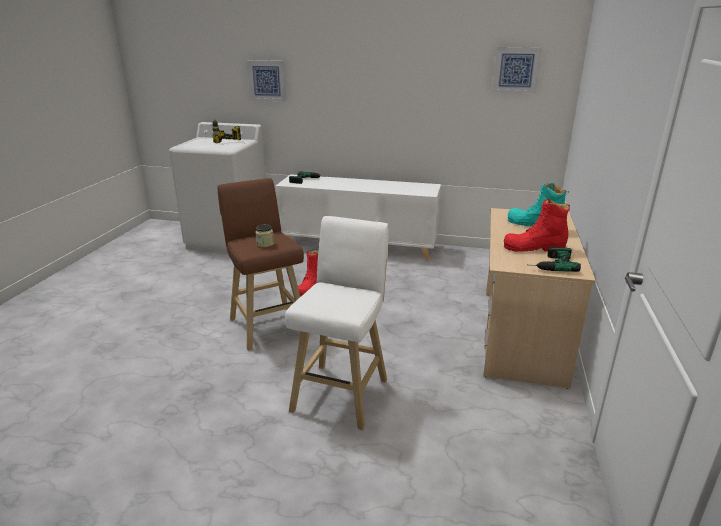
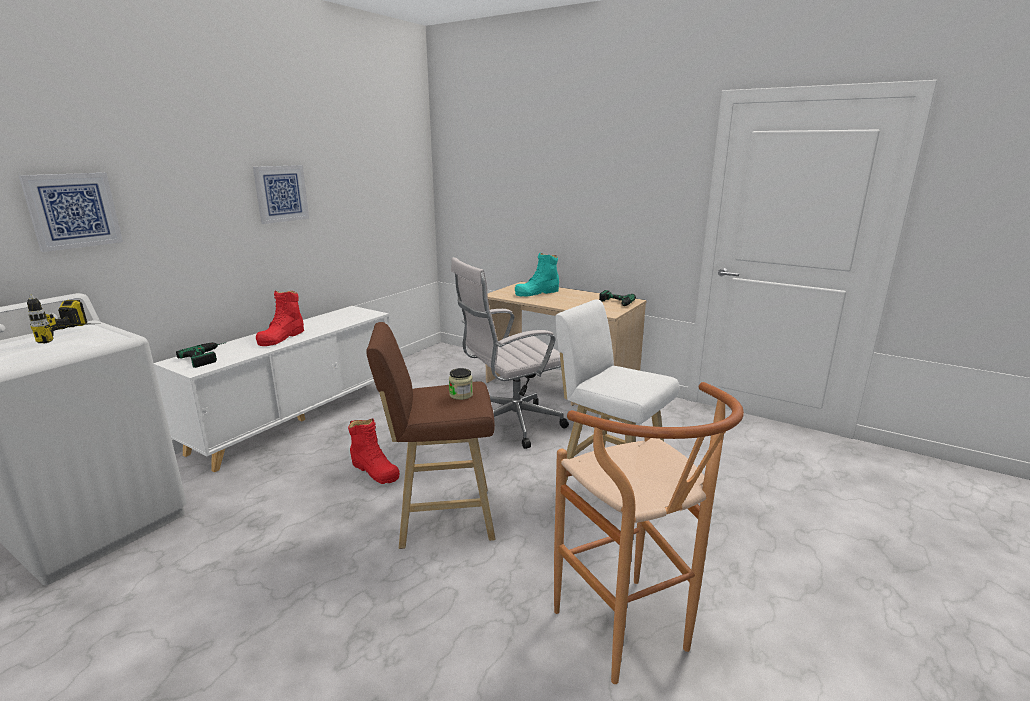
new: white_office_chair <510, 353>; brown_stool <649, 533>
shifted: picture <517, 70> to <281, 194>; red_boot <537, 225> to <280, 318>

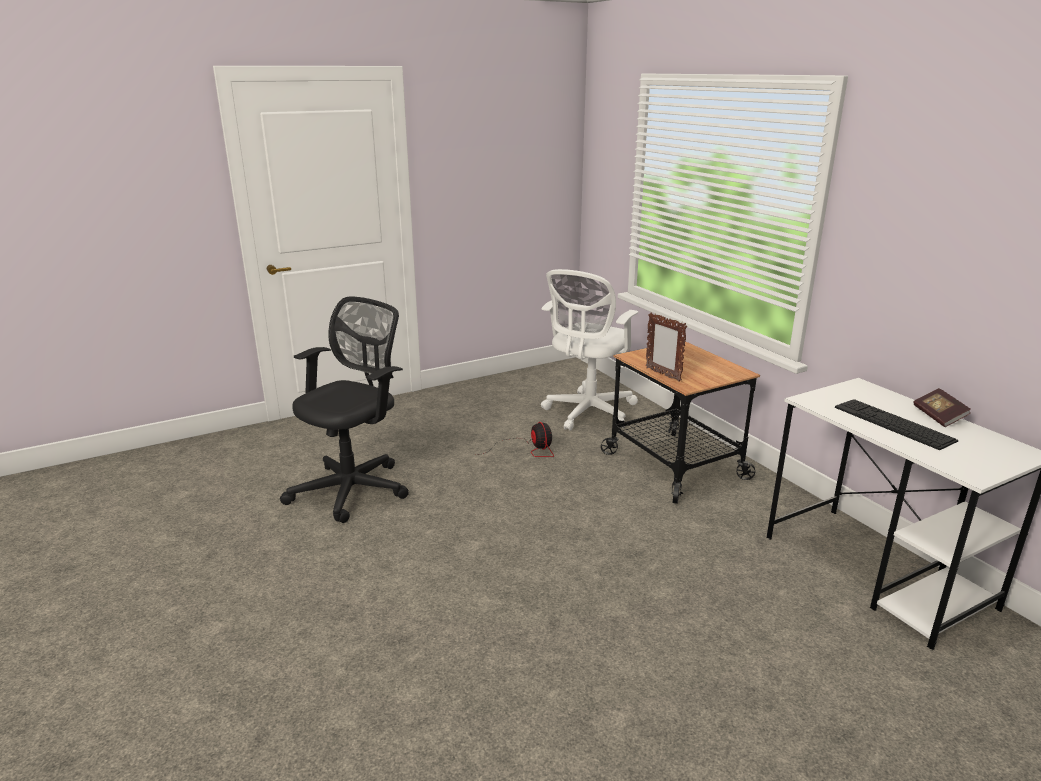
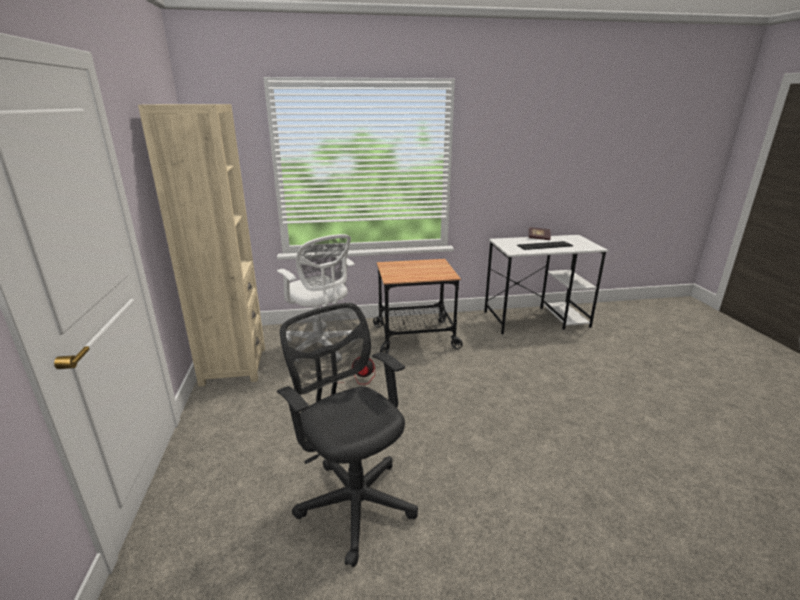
gone: picture_frame <666, 347>
new: beige_bookcase <201, 245>

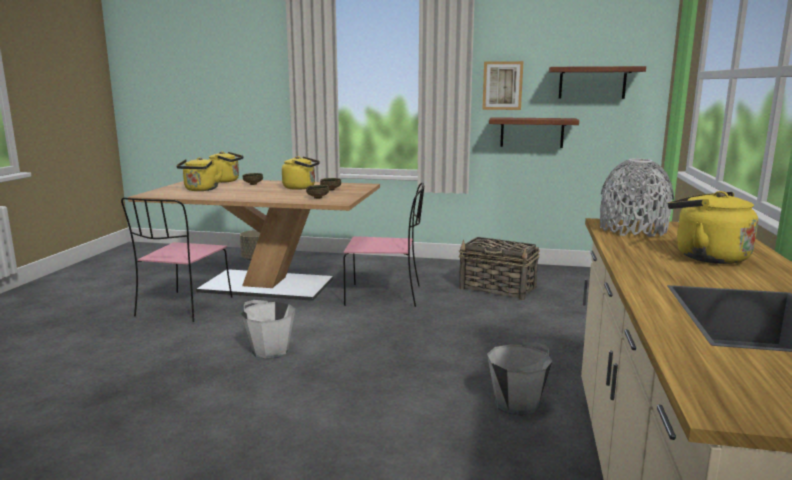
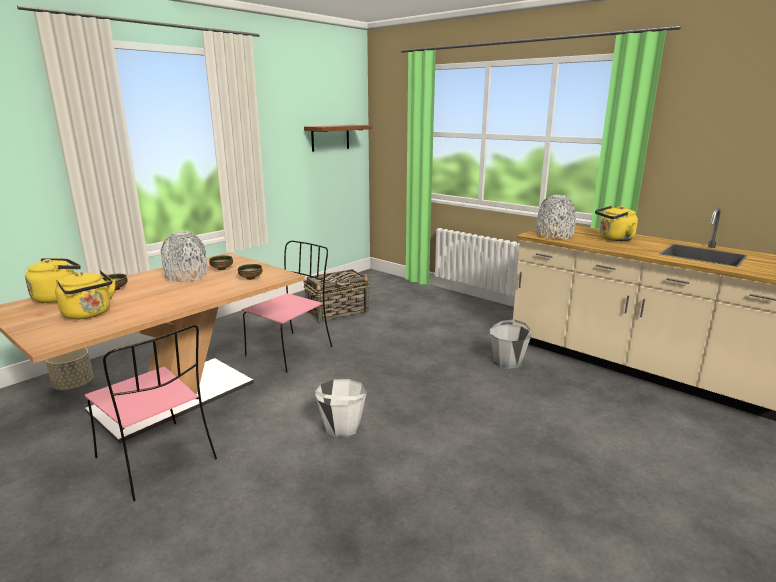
gone: picture <503, 85>; shelf <534, 132>
swapped: yellow_kettle <301, 173> to grey_vase <184, 256>

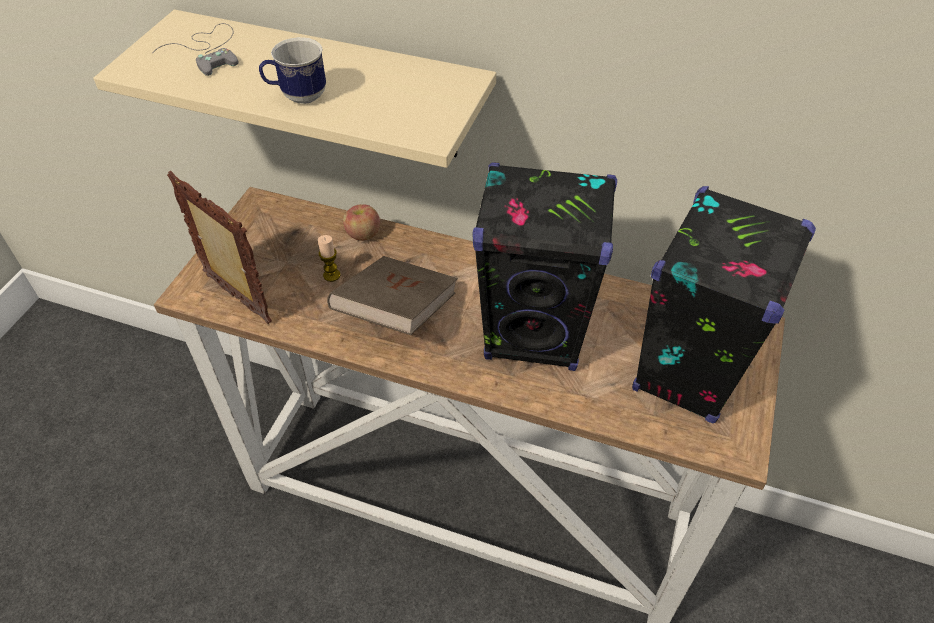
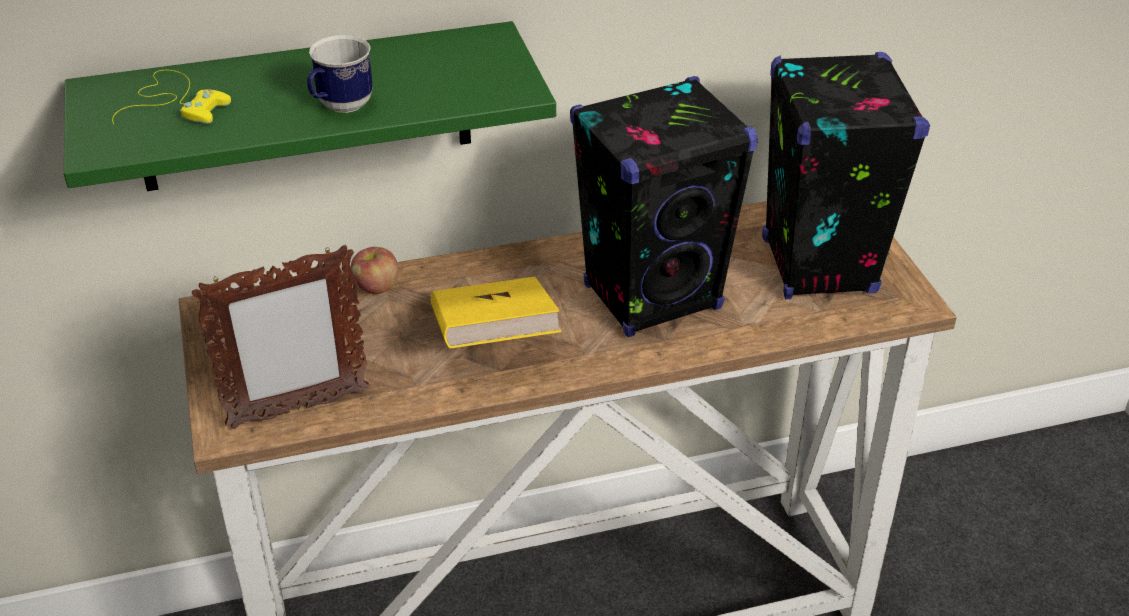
gone: candle <329, 258>
repainted: beige_shelf <295, 89> to green_shelf <310, 106>; grey_game_controller <195, 49> to yellow_game_controller <171, 97>; brown_book <392, 295> to yellow_book <496, 313>
rotated: picture_frame <219, 247> = <280, 337> 150 degrees clockwise

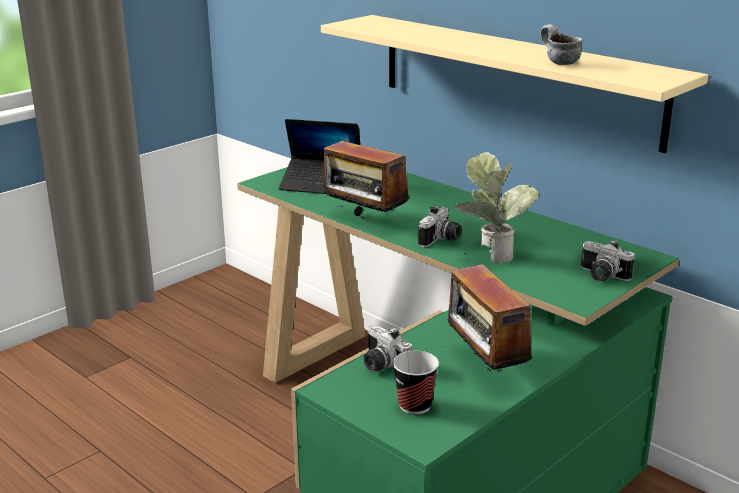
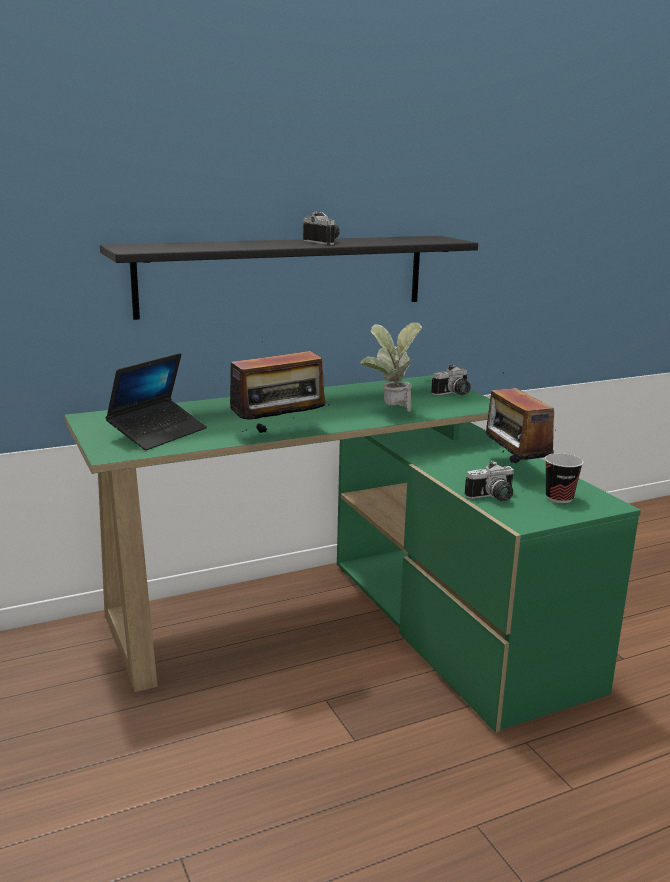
gone: mug <561, 45>
shifted: photo_camera <440, 226> to <321, 228>
repainted: beige_shelf <515, 84> to black_shelf <289, 278>
rotated: radio <490, 312> = <521, 417> 75 degrees clockwise

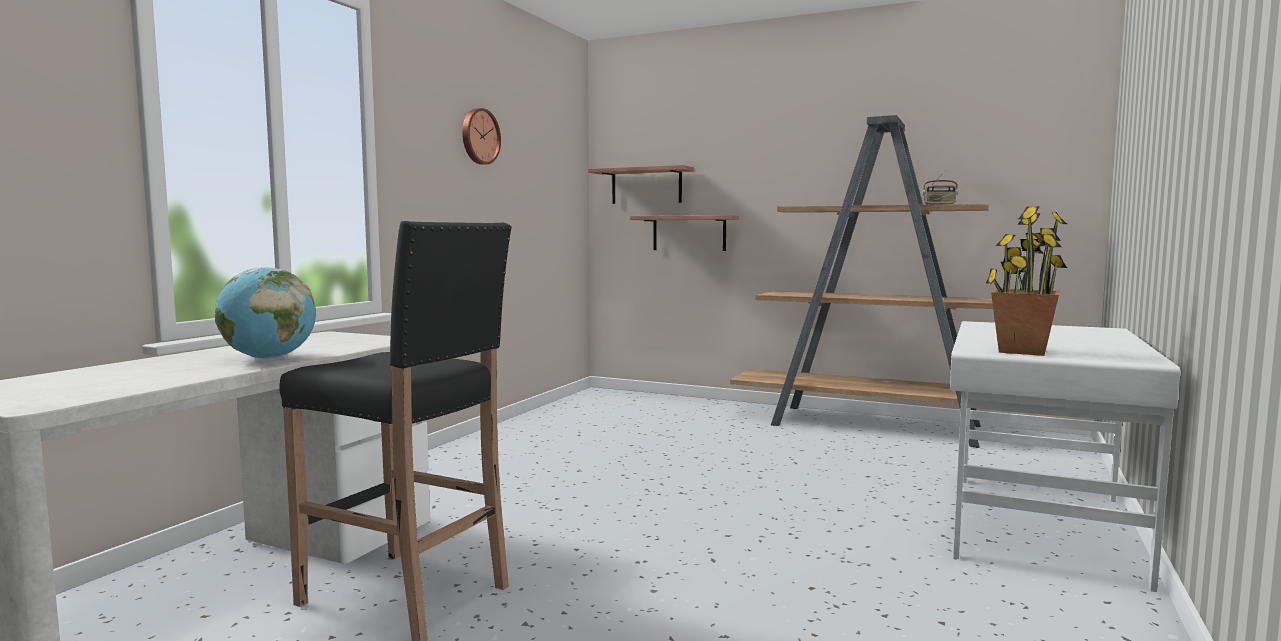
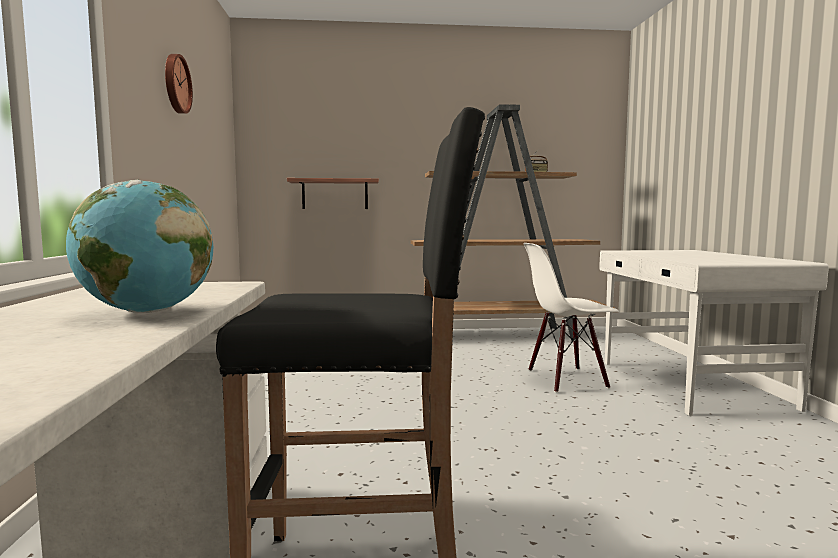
gone: shelf <641, 184>; potted_plant <1026, 281>
new: white_chair <571, 318>

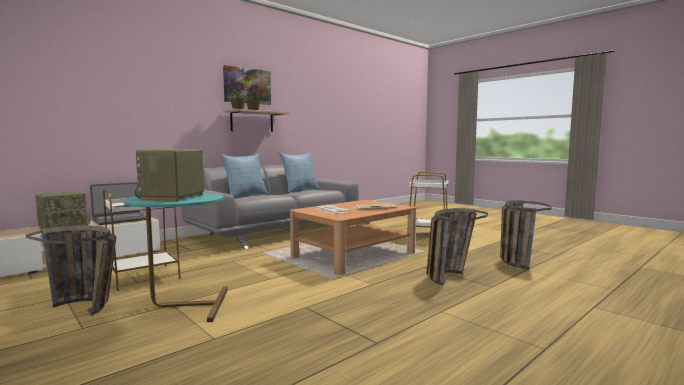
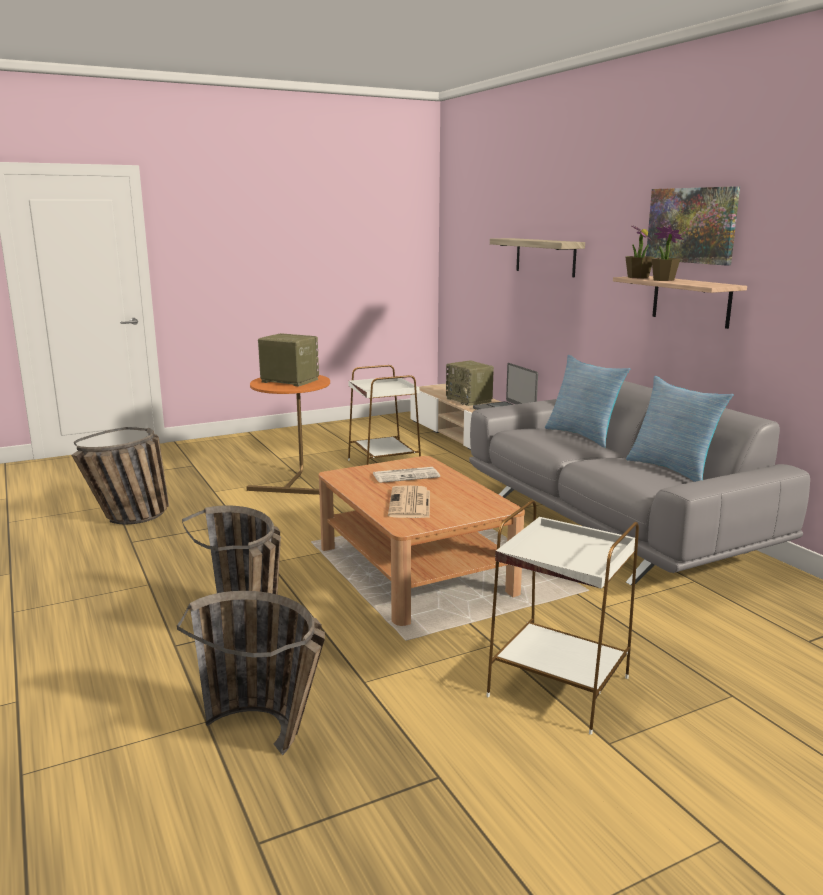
new: shelf <537, 257>
shifted: basket <71, 270> to <120, 475>
repainted: turquoise_side_table <175, 257> to orange_side_table <288, 435>

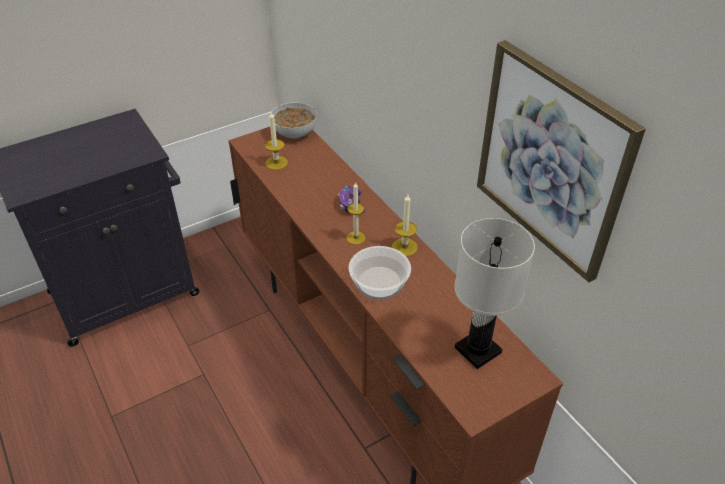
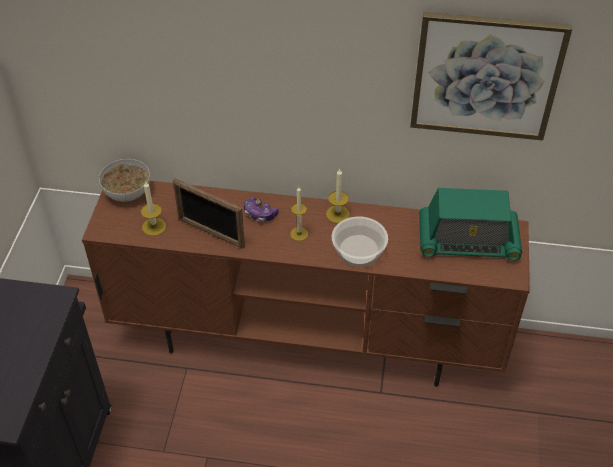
new: picture_frame <209, 213>
swapped: white_table_lamp <494, 293> to radio <470, 224>

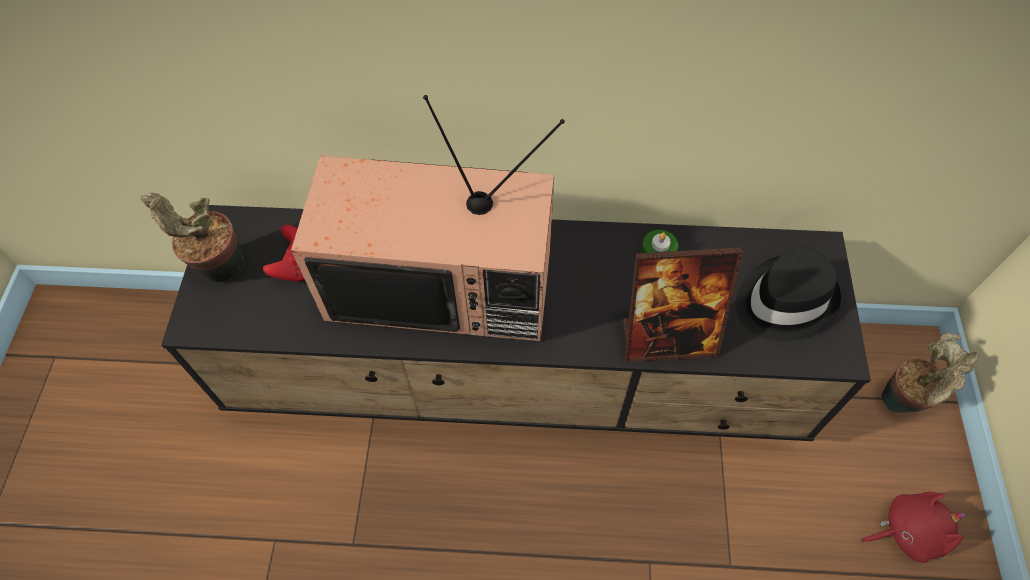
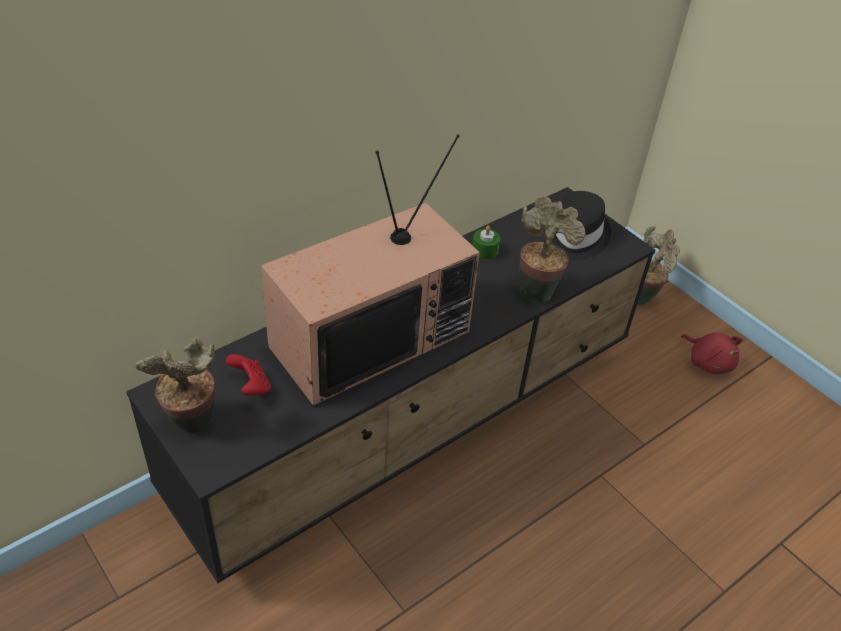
swapped: picture_frame <683, 304> to potted_plant <553, 249>
rotated: red_plush_toy <913, 527> = <712, 353> 105 degrees clockwise

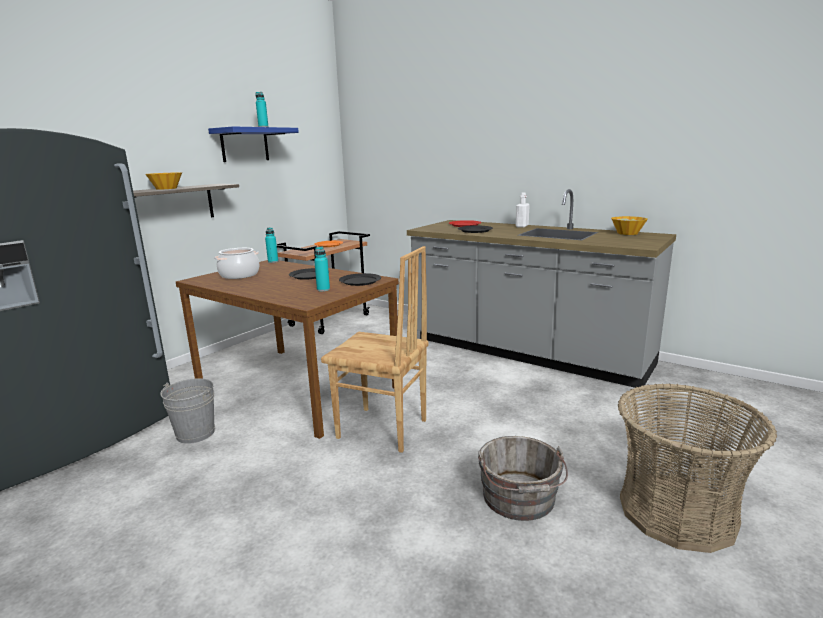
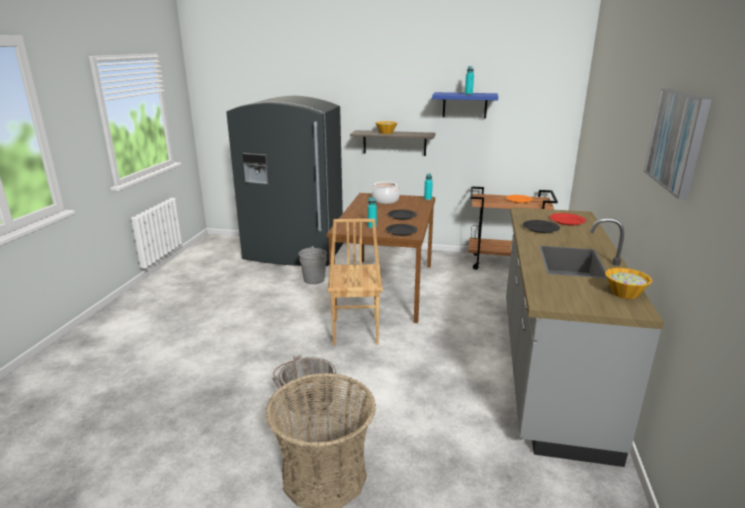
gone: white_bottle <523, 210>
new: picture <678, 144>

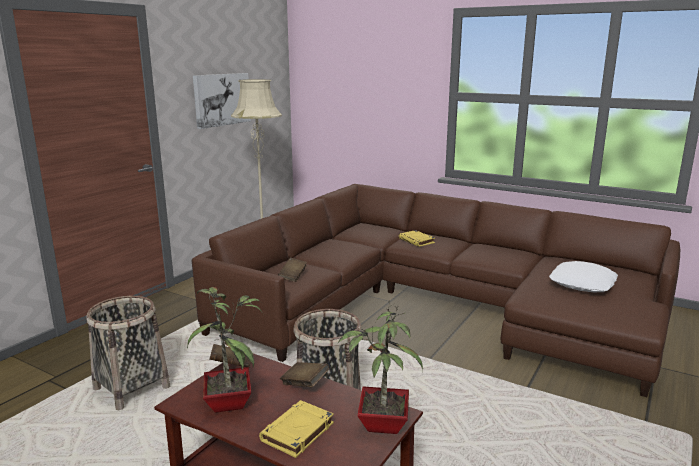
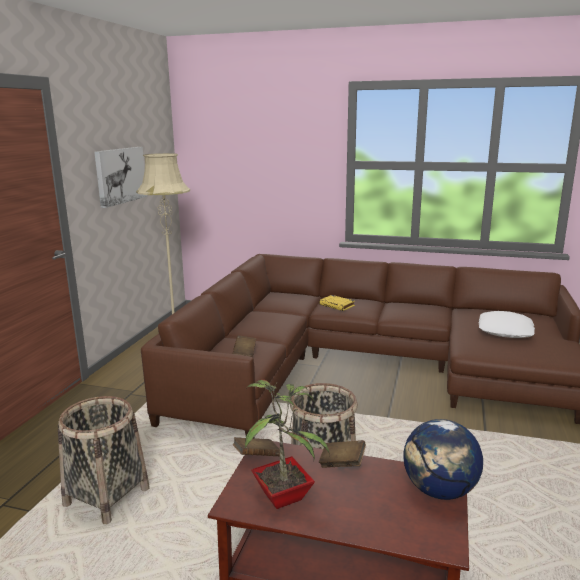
gone: yellow_book <296, 429>
swapped: potted_plant <380, 367> to globe <443, 459>

